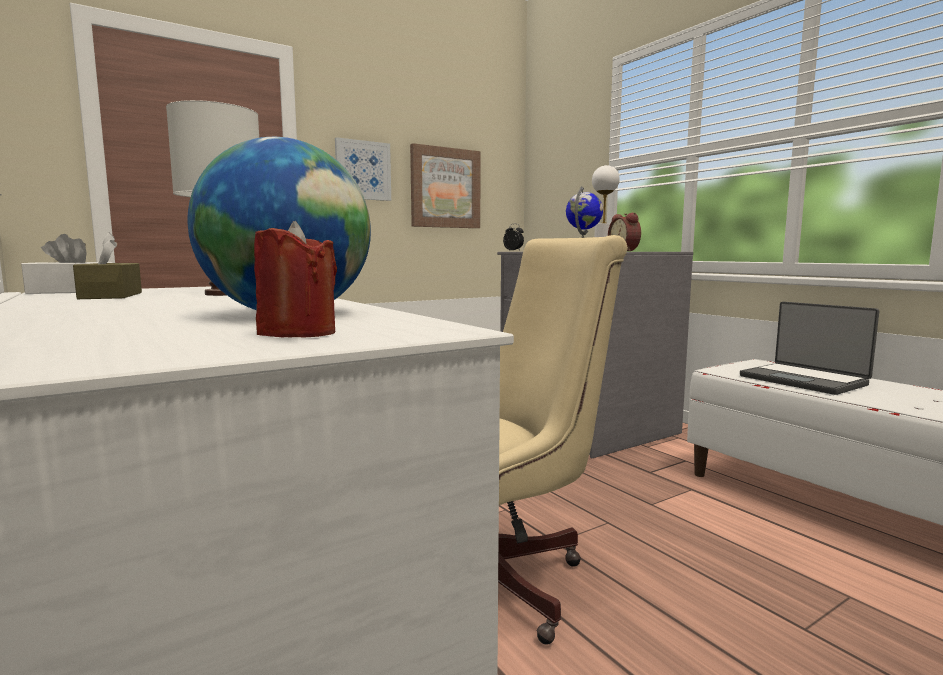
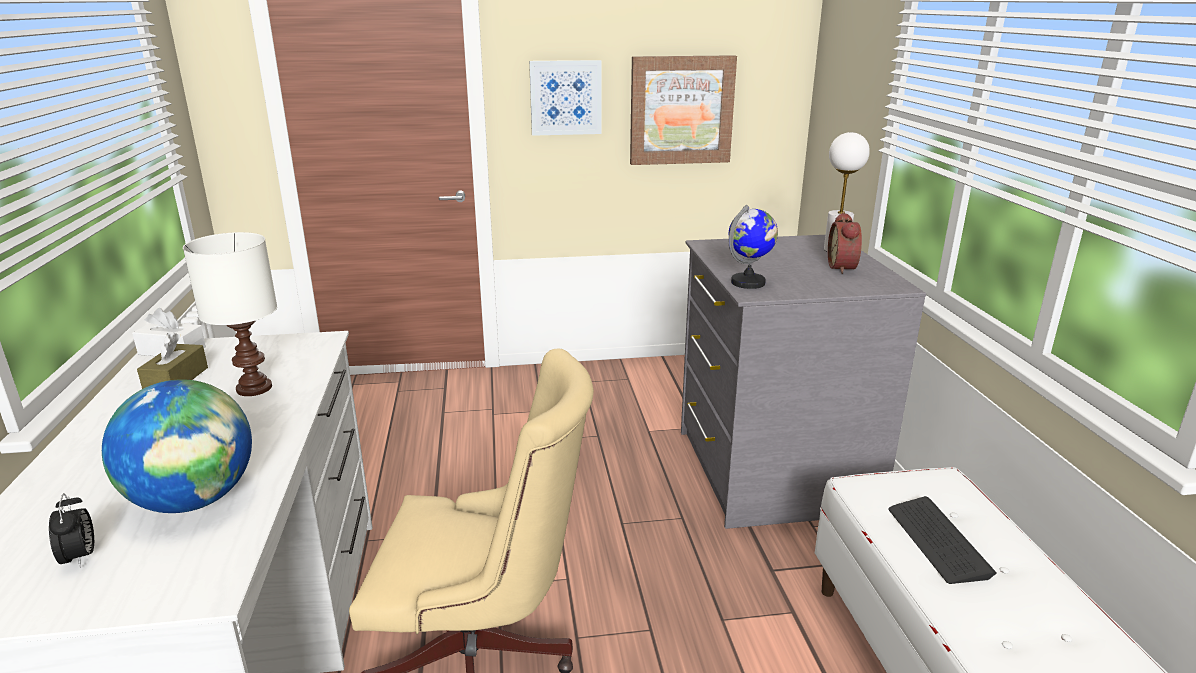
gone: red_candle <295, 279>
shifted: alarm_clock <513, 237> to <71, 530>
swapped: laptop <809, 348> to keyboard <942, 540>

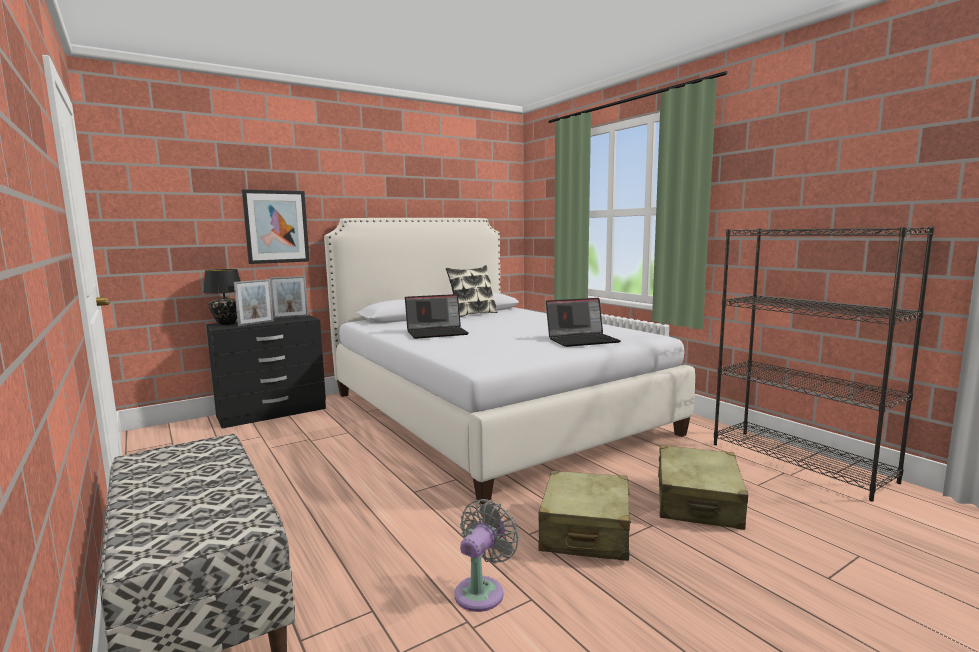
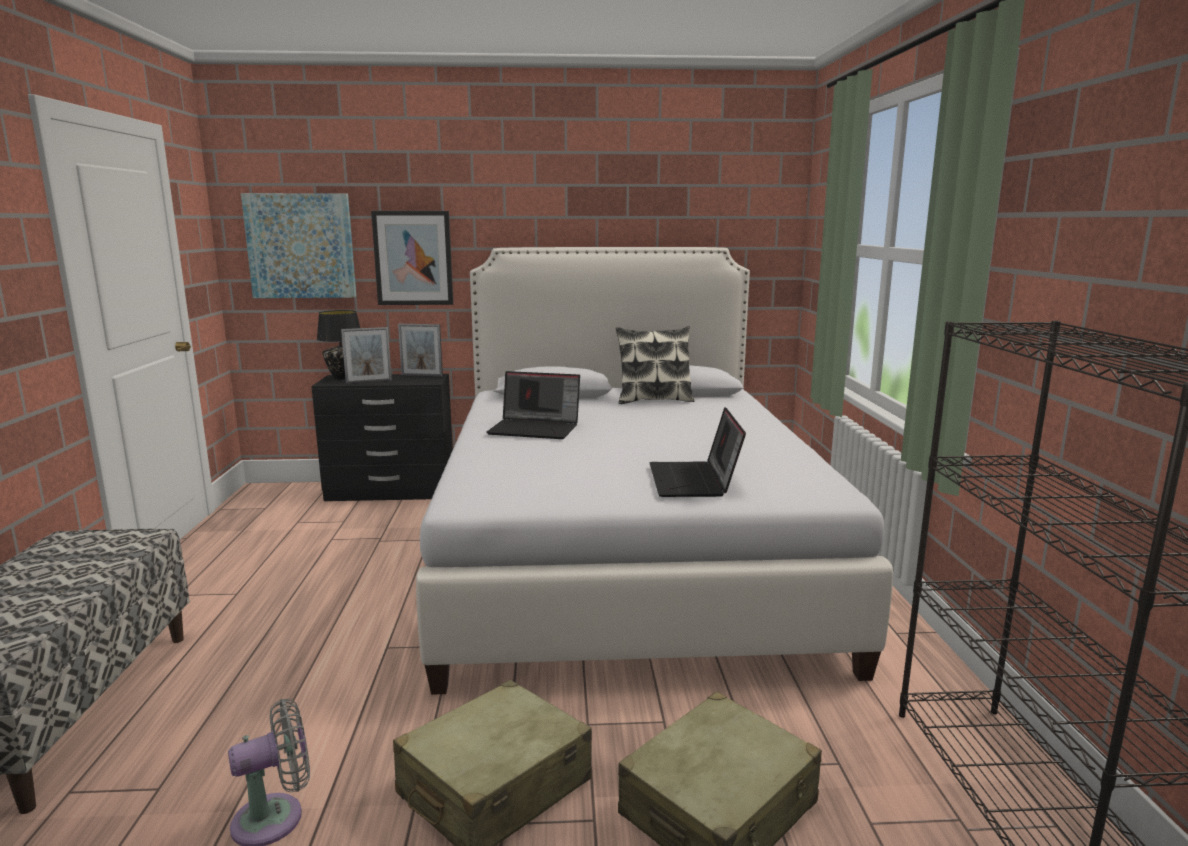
new: picture <298, 245>
rotated: laptop <583, 322> = <697, 452> 75 degrees clockwise

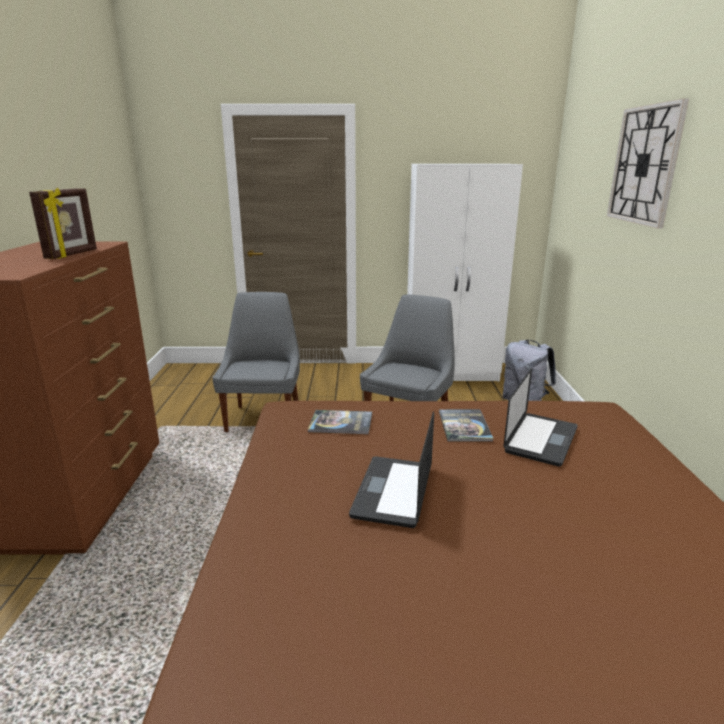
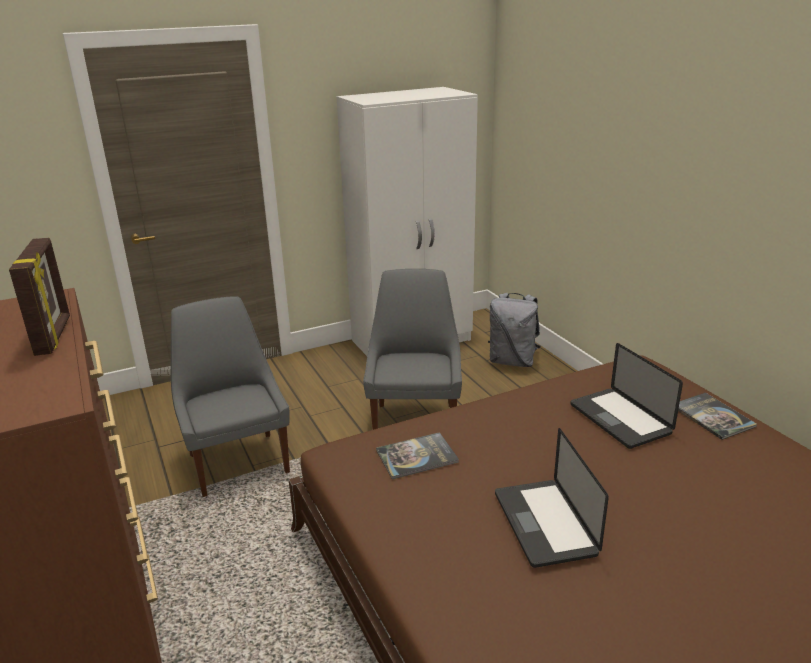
gone: wall_clock <648, 163>
shifted: book <466, 425> to <717, 416>
rotated: laptop <541, 417> = <626, 396> 150 degrees clockwise

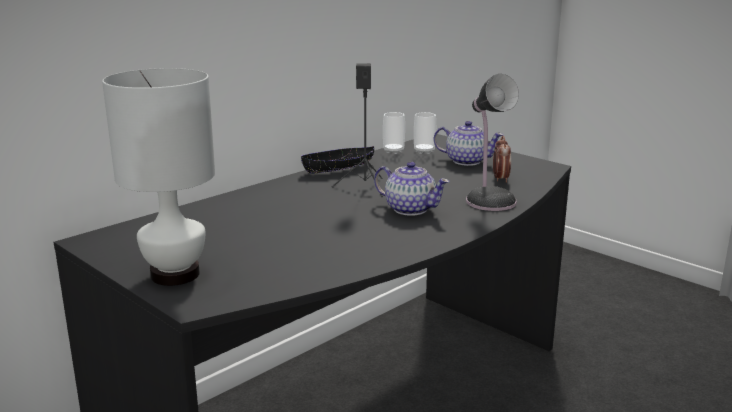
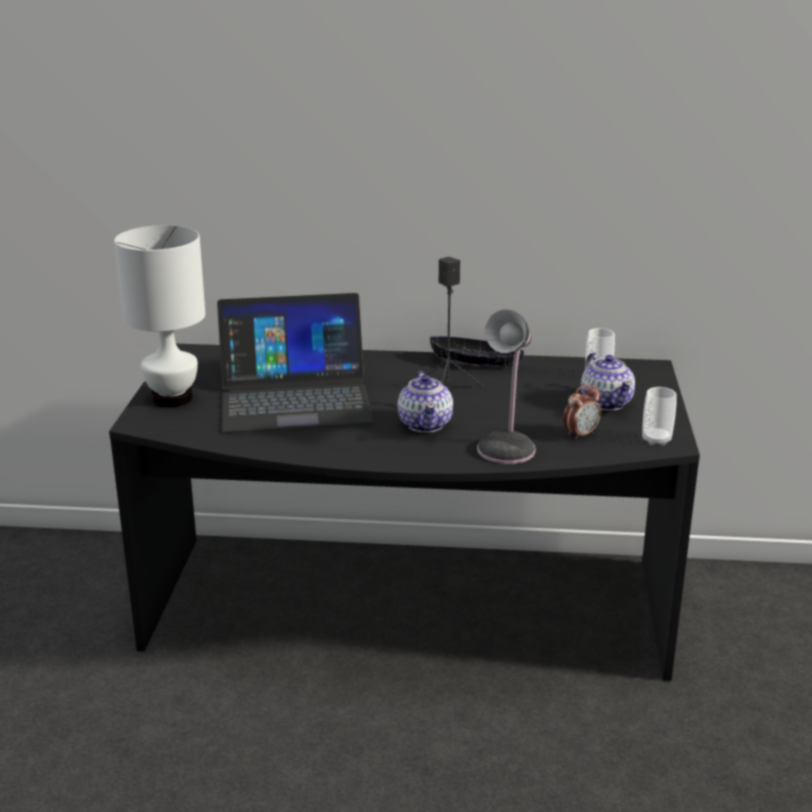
new: laptop <295, 363>
shifted: cup <394, 133> to <659, 416>

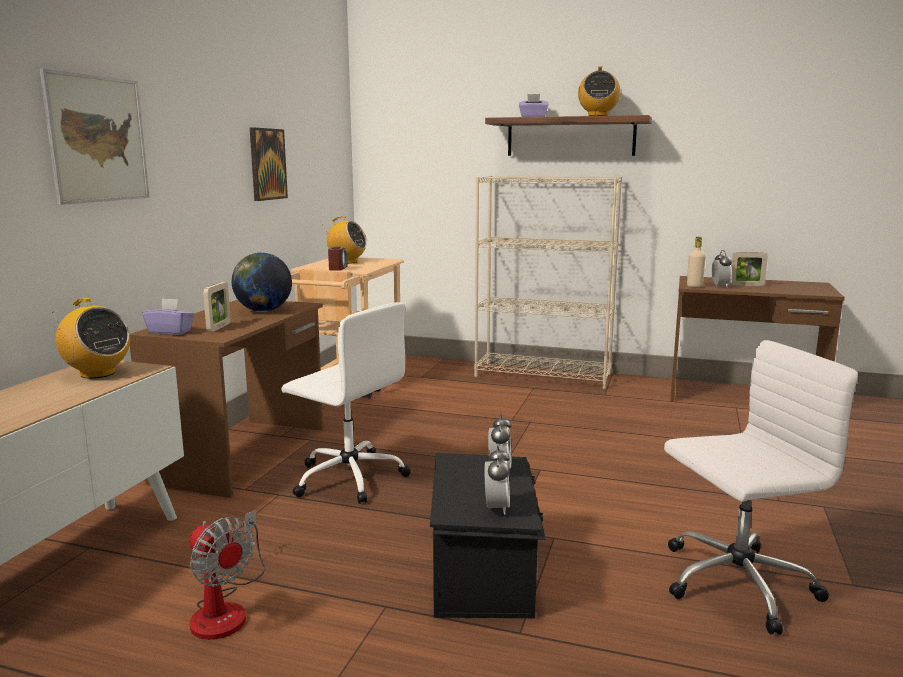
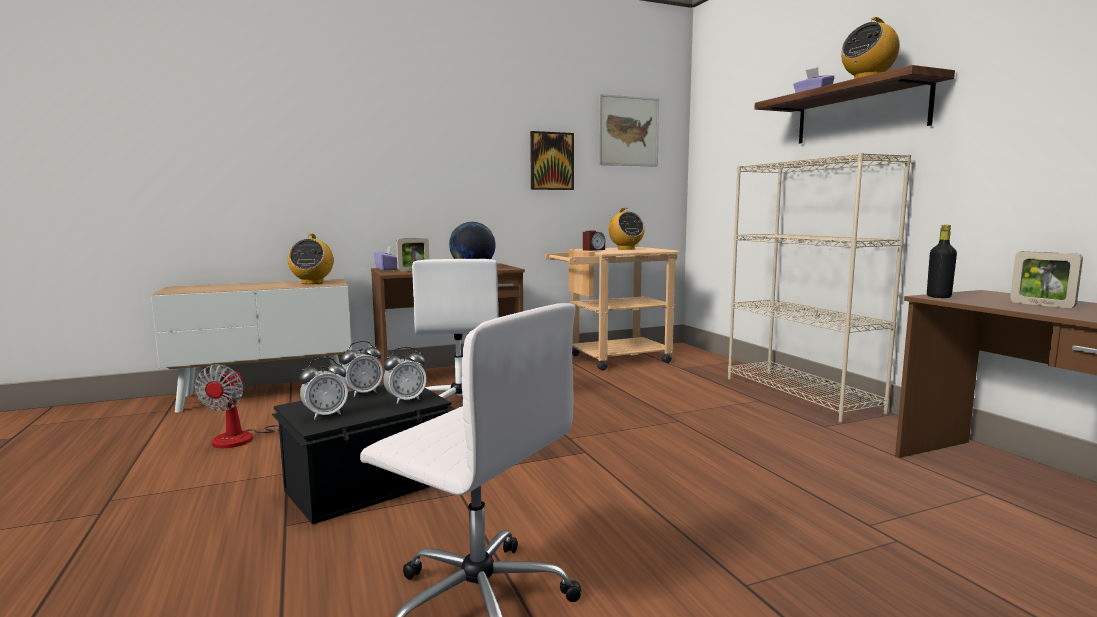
shifted: picture <95, 136> to <629, 130>; alarm_clock <722, 268> to <361, 369>
repainted: beige_bottle <696, 262> to black_bottle <942, 261>

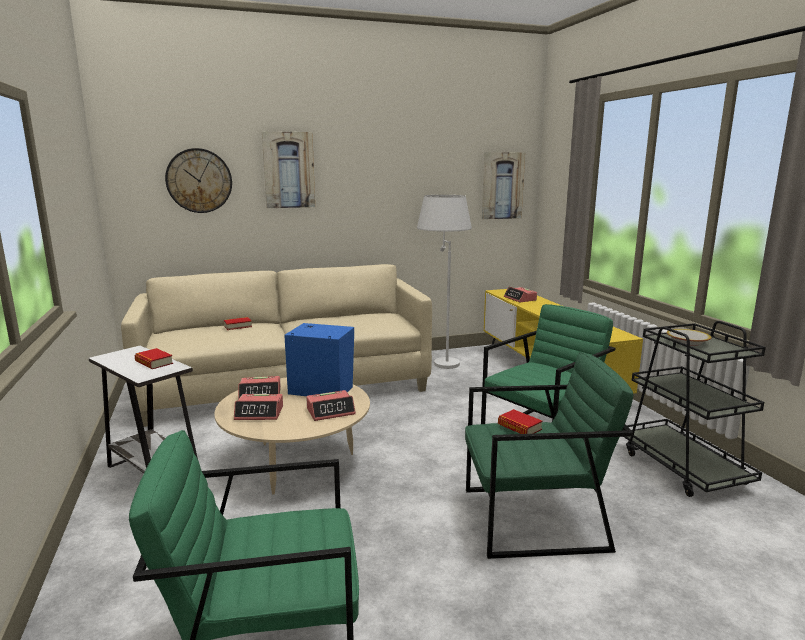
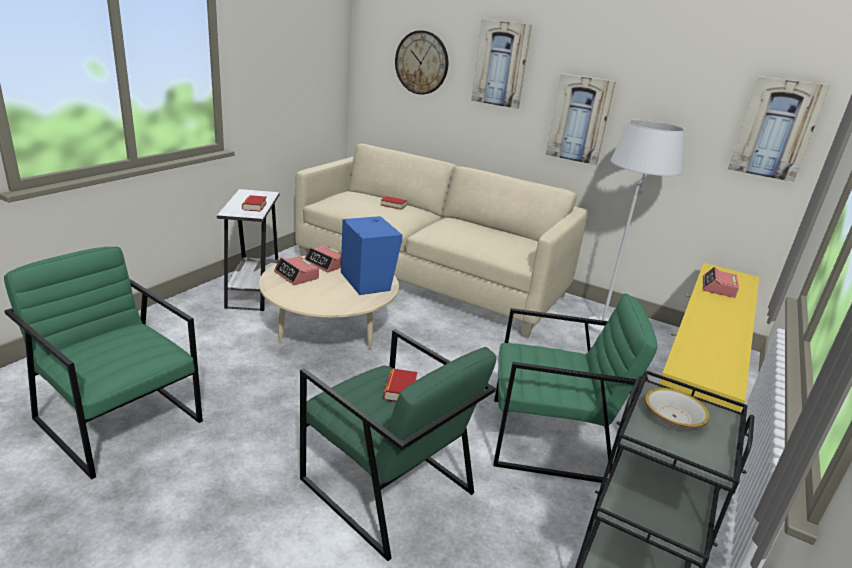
gone: alarm_clock <331, 405>
new: picture <581, 119>

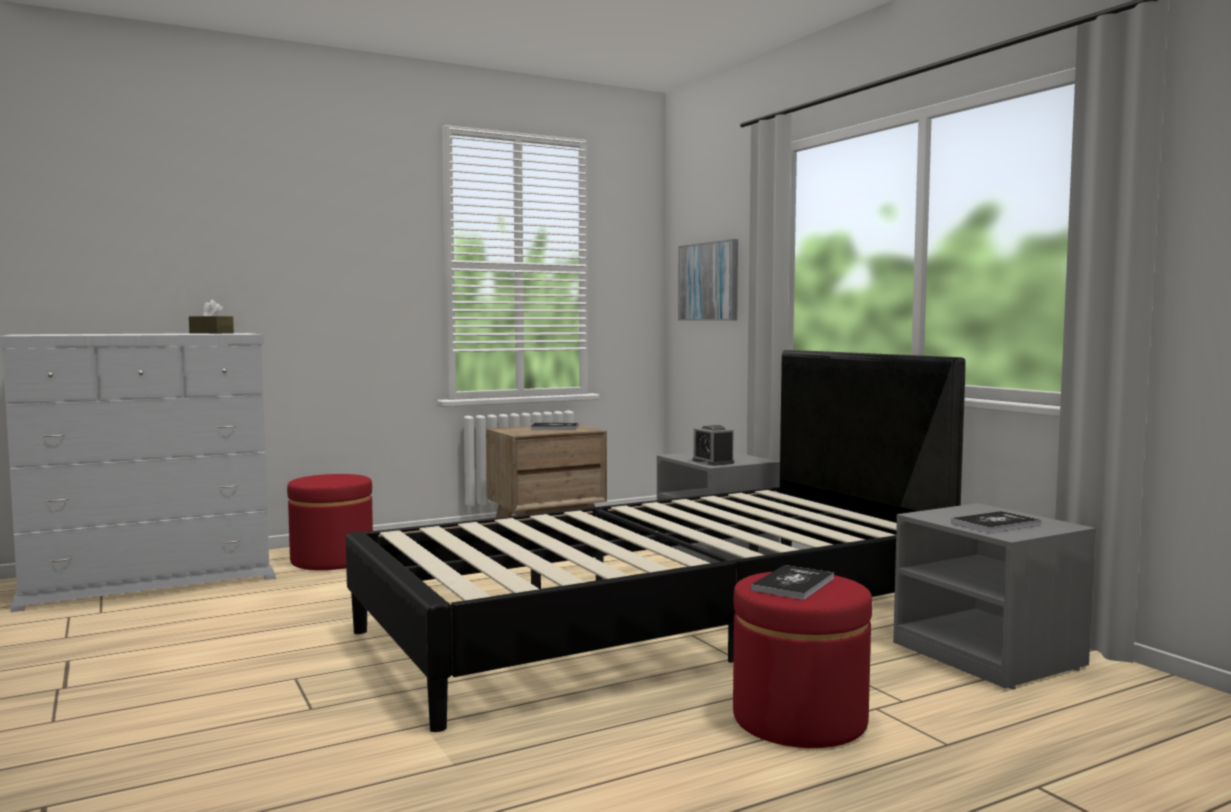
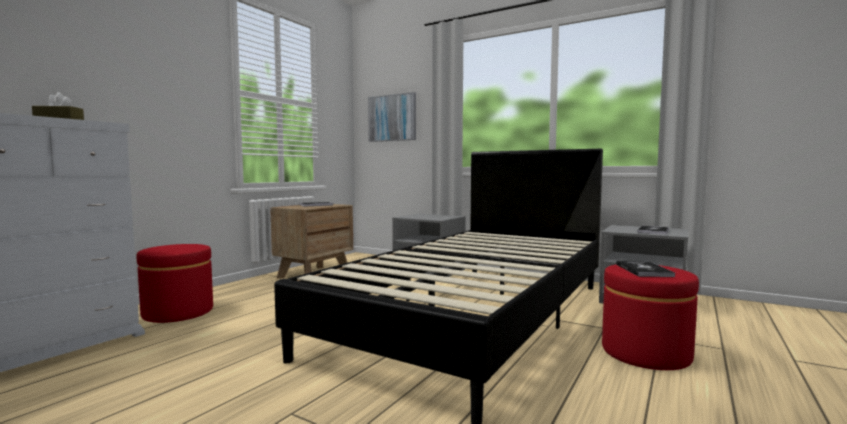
gone: alarm_clock <713, 445>

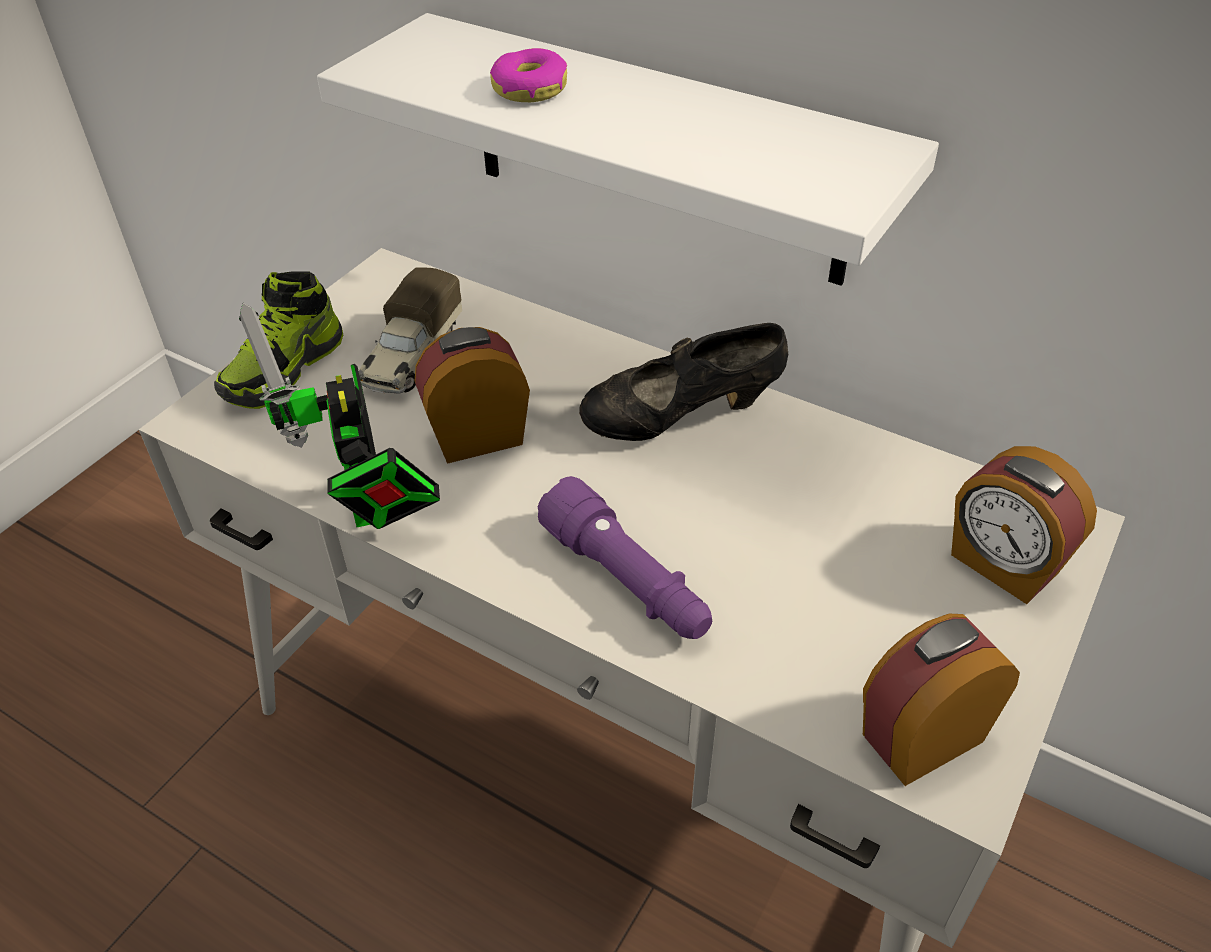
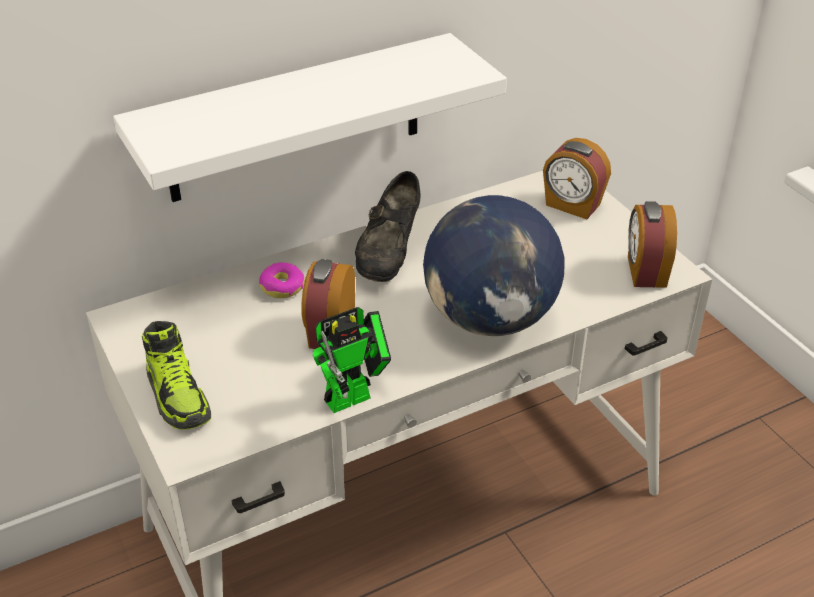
gone: toy_truck <410, 330>
shifted: donut <528, 75> to <282, 280>
swapped: purple_flashlight <625, 557> to globe <493, 265>
rotated: toy_robot <339, 416> = <351, 360> 45 degrees counterclockwise; alarm_clock <1024, 525> = <577, 178> 45 degrees clockwise

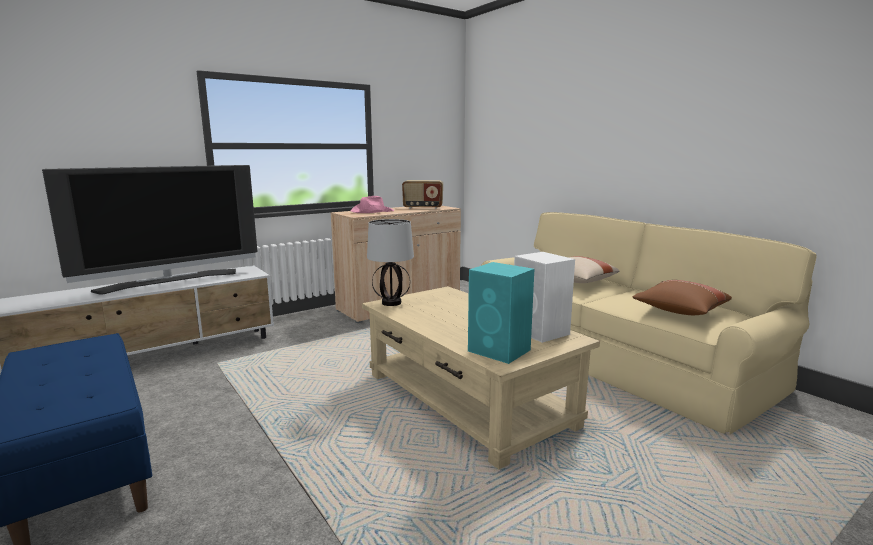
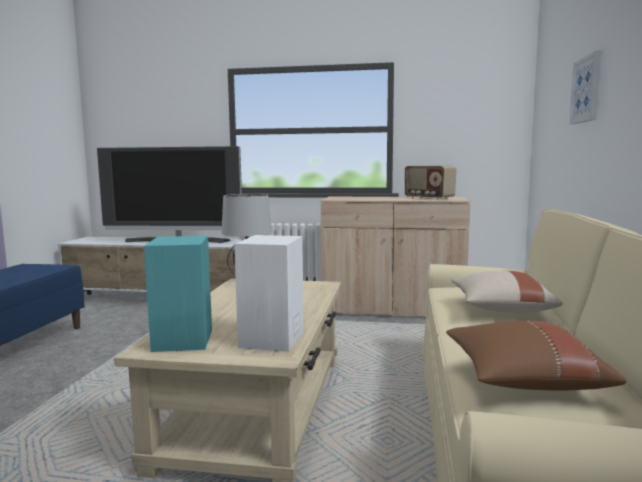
gone: pink_hat <372, 204>
new: picture <585, 87>

